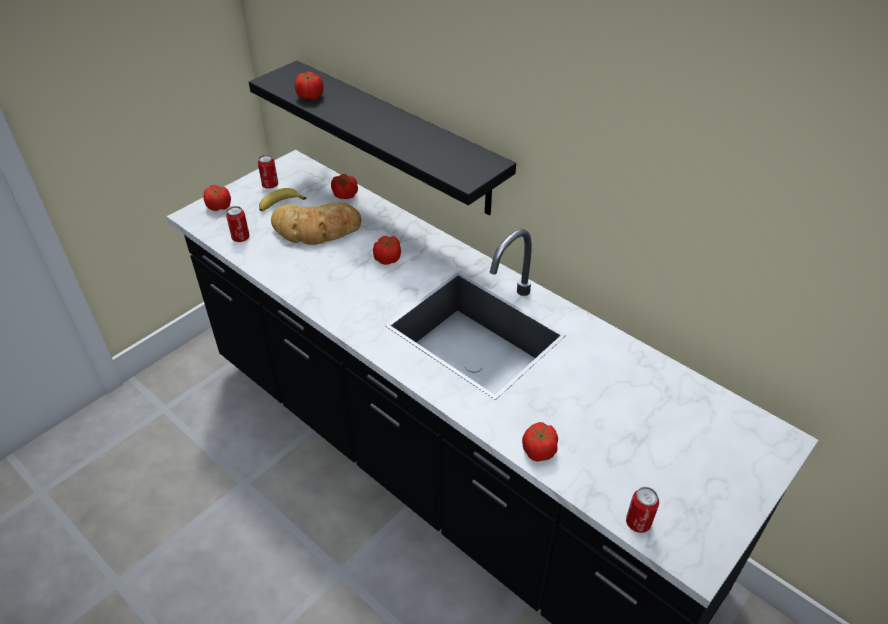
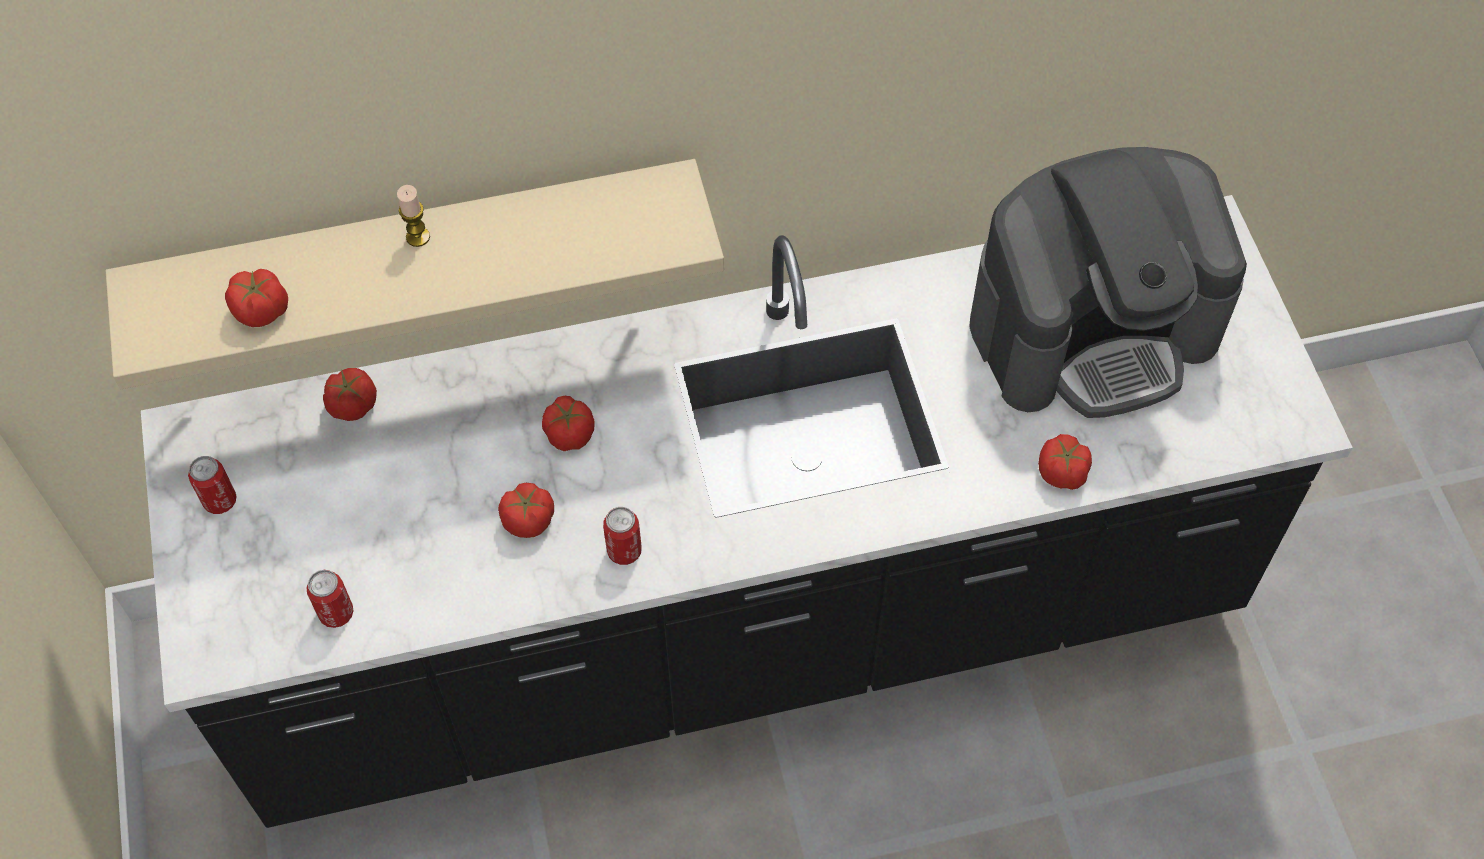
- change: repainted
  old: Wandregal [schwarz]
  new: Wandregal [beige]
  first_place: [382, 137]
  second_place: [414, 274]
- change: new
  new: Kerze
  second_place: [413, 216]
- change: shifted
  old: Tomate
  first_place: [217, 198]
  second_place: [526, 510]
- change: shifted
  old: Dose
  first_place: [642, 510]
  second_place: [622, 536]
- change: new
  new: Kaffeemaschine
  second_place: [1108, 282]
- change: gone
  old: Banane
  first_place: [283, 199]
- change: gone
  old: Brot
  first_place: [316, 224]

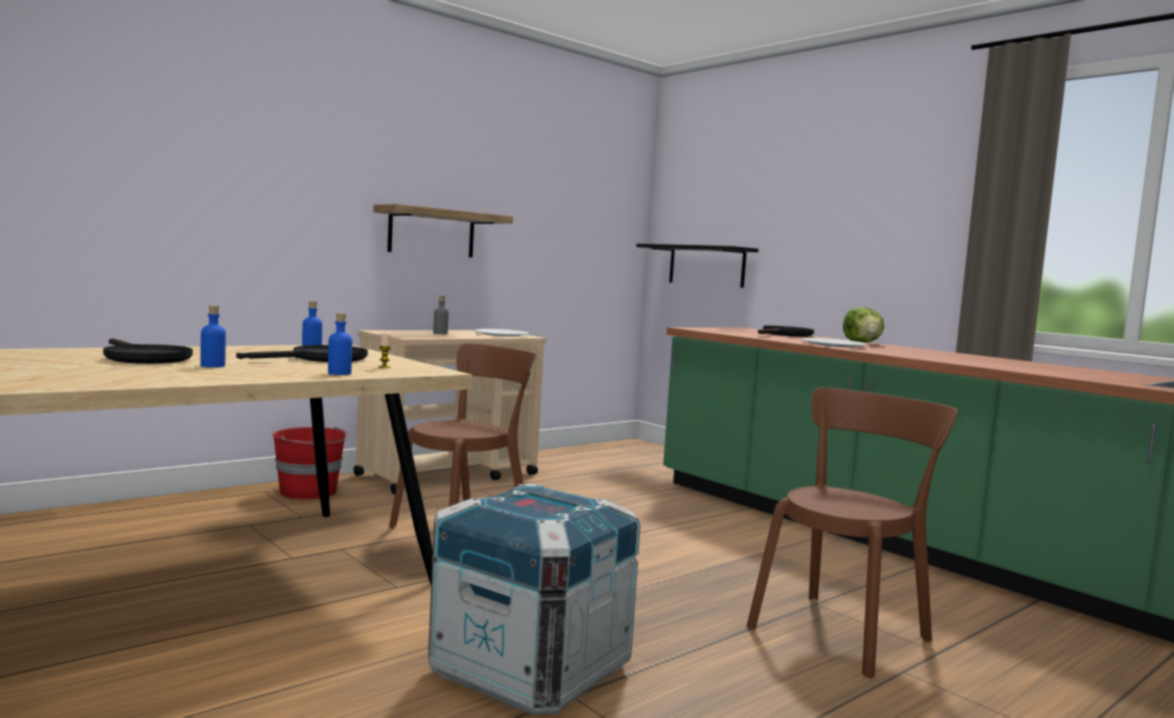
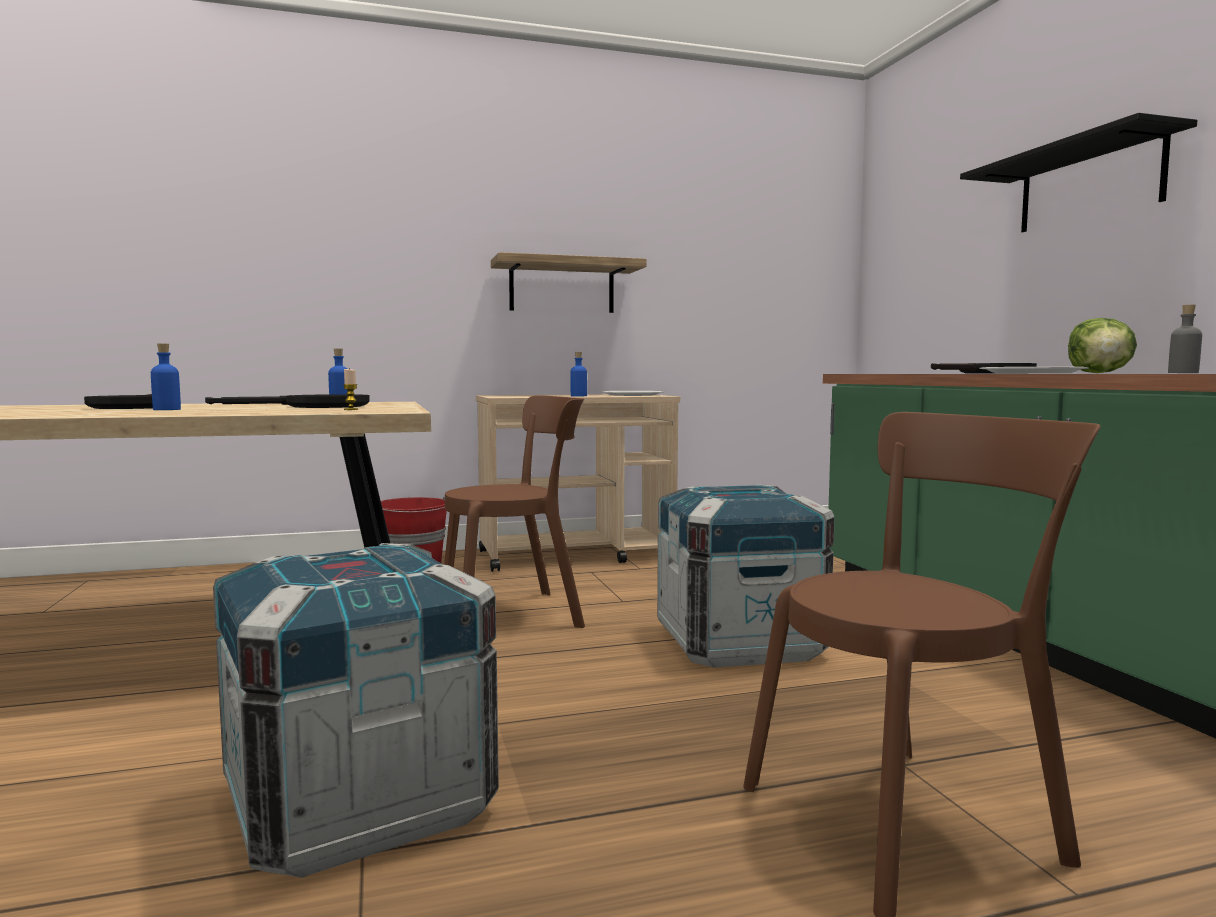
- change: shifted
  old: Flasche [blau]
  first_place: [340, 344]
  second_place: [578, 374]
- change: new
  new: Kiste
  second_place: [746, 575]
- change: shifted
  old: Wandregal [schwarz]
  first_place: [697, 266]
  second_place: [1078, 172]
- change: shifted
  old: Flasche [grau]
  first_place: [441, 315]
  second_place: [1185, 339]

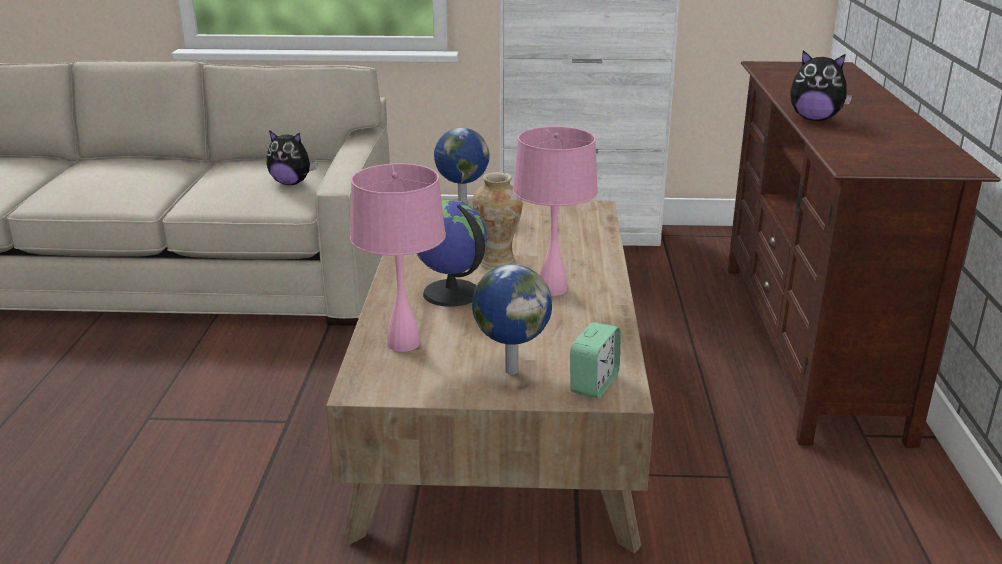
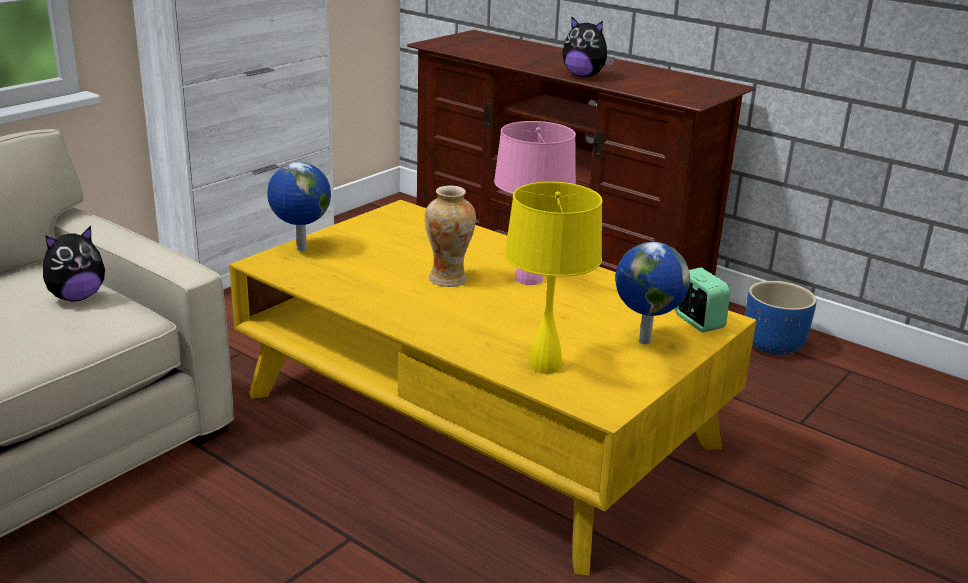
- change: repainted
  old: Couchtisch [braun]
  new: Couchtisch [gelb]
  first_place: [490, 376]
  second_place: [493, 387]
- change: repainted
  old: Tischlampe [rosa]
  new: Tischlampe [gelb]
  first_place: [398, 257]
  second_place: [553, 278]
- change: rotated
  old: Plüschtier
  first_place: [821, 85]
  second_place: [588, 46]
  degrees: 60
- change: new
  new: Pflanzkübel [blau]
  second_place: [780, 318]
- change: gone
  old: Globus
  first_place: [452, 253]

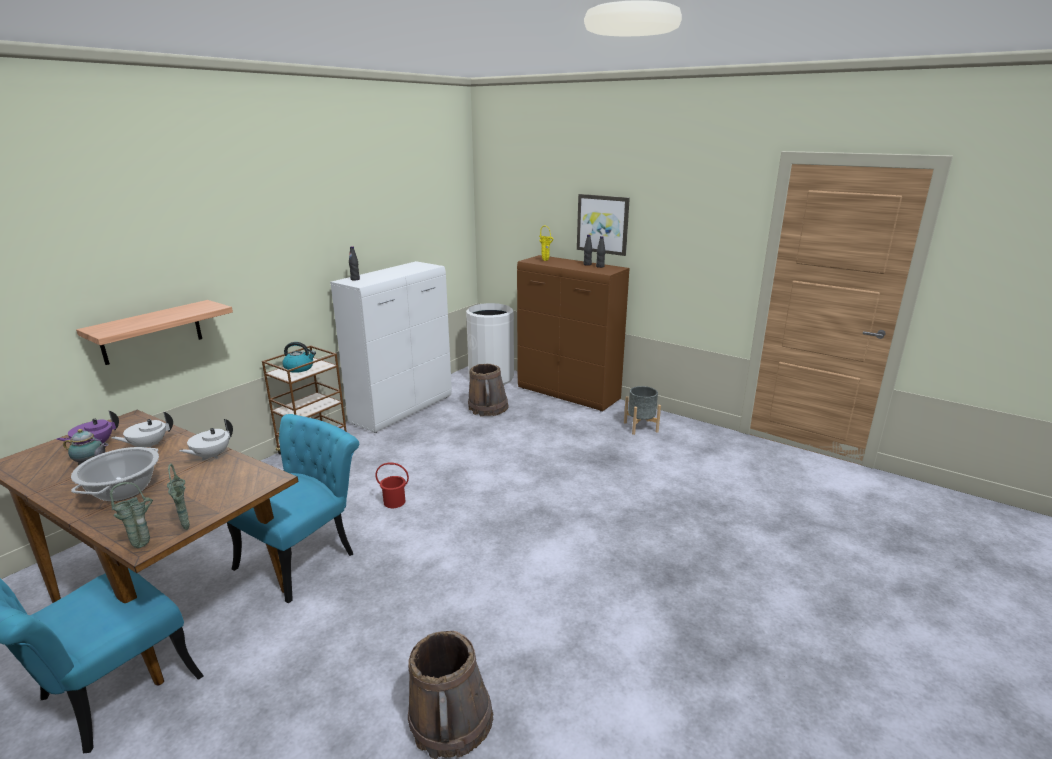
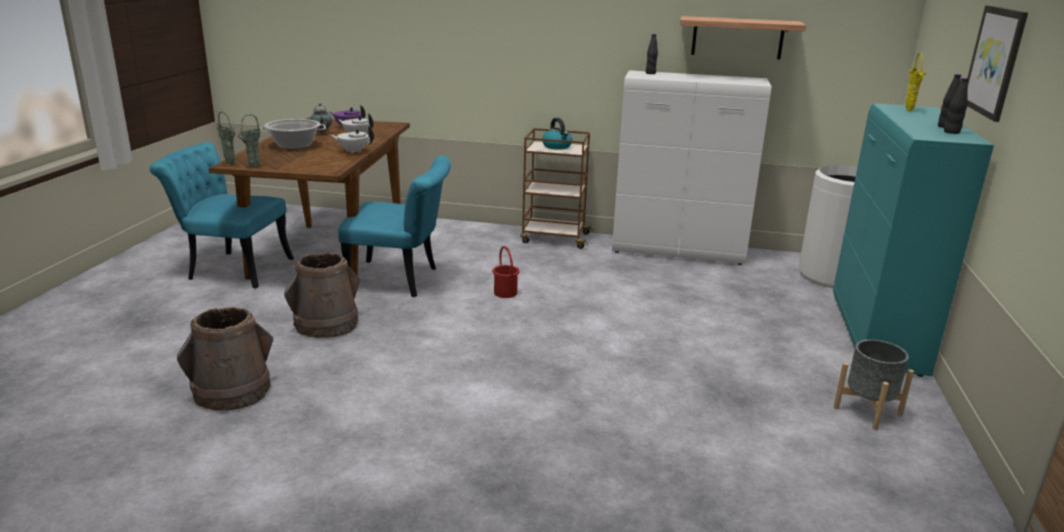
- change: shifted
  old: Eimer [braun]
  first_place: [488, 390]
  second_place: [322, 295]
- change: shifted
  old: Wandregal
  first_place: [154, 332]
  second_place: [743, 37]
- change: repainted
  old: Schrank [braun]
  new: Schrank [türkis]
  first_place: [573, 333]
  second_place: [913, 240]

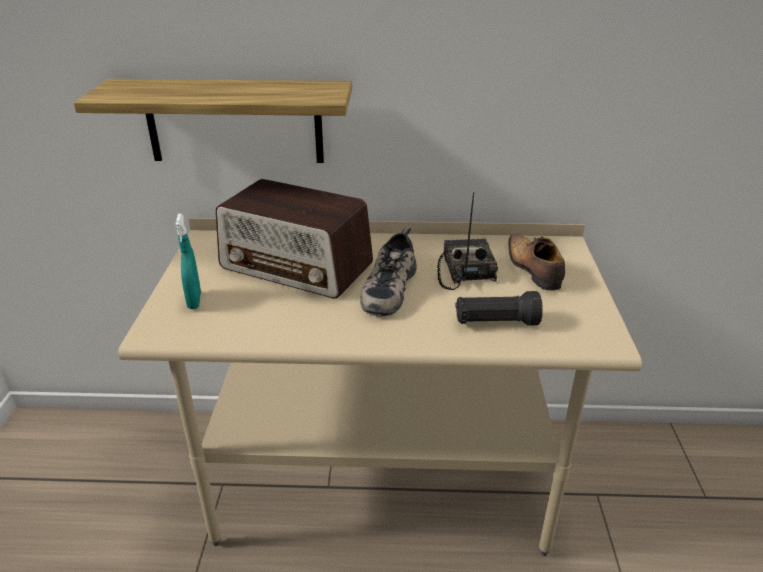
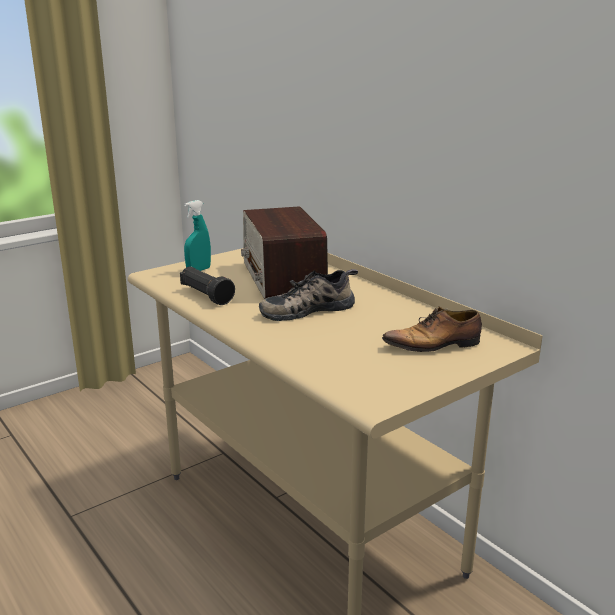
- change: shifted
  old: Taschenlampe [schwarz]
  first_place: [499, 308]
  second_place: [207, 286]
- change: rotated
  old: Schuh
  first_place: [536, 262]
  second_place: [432, 329]
  degrees: -135
- change: gone
  old: Wandregal
  first_place: [213, 121]
- change: gone
  old: Radio
  first_place: [467, 241]

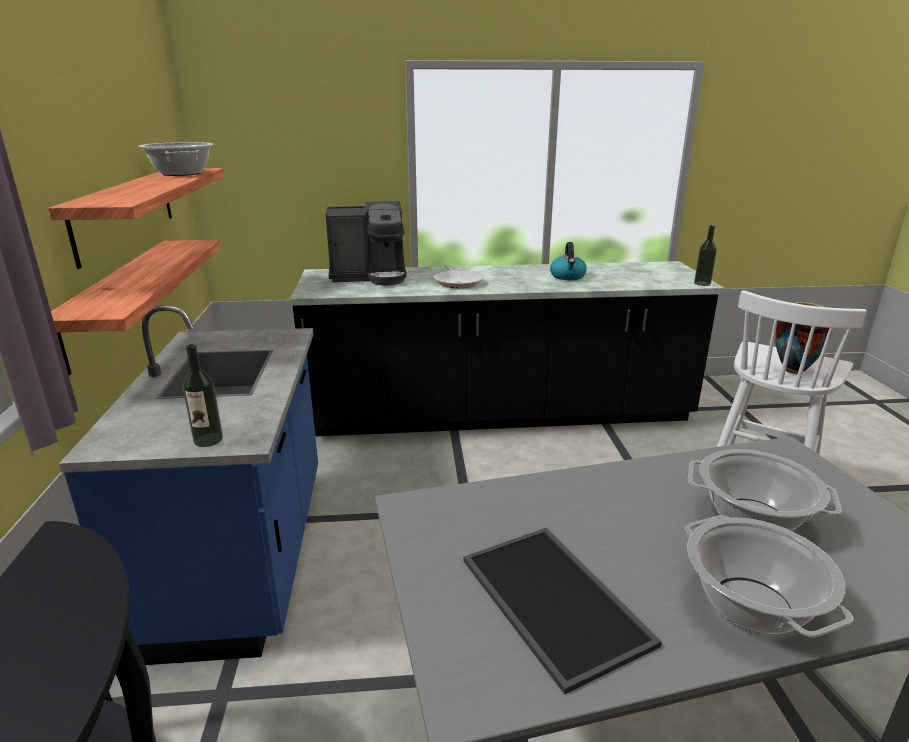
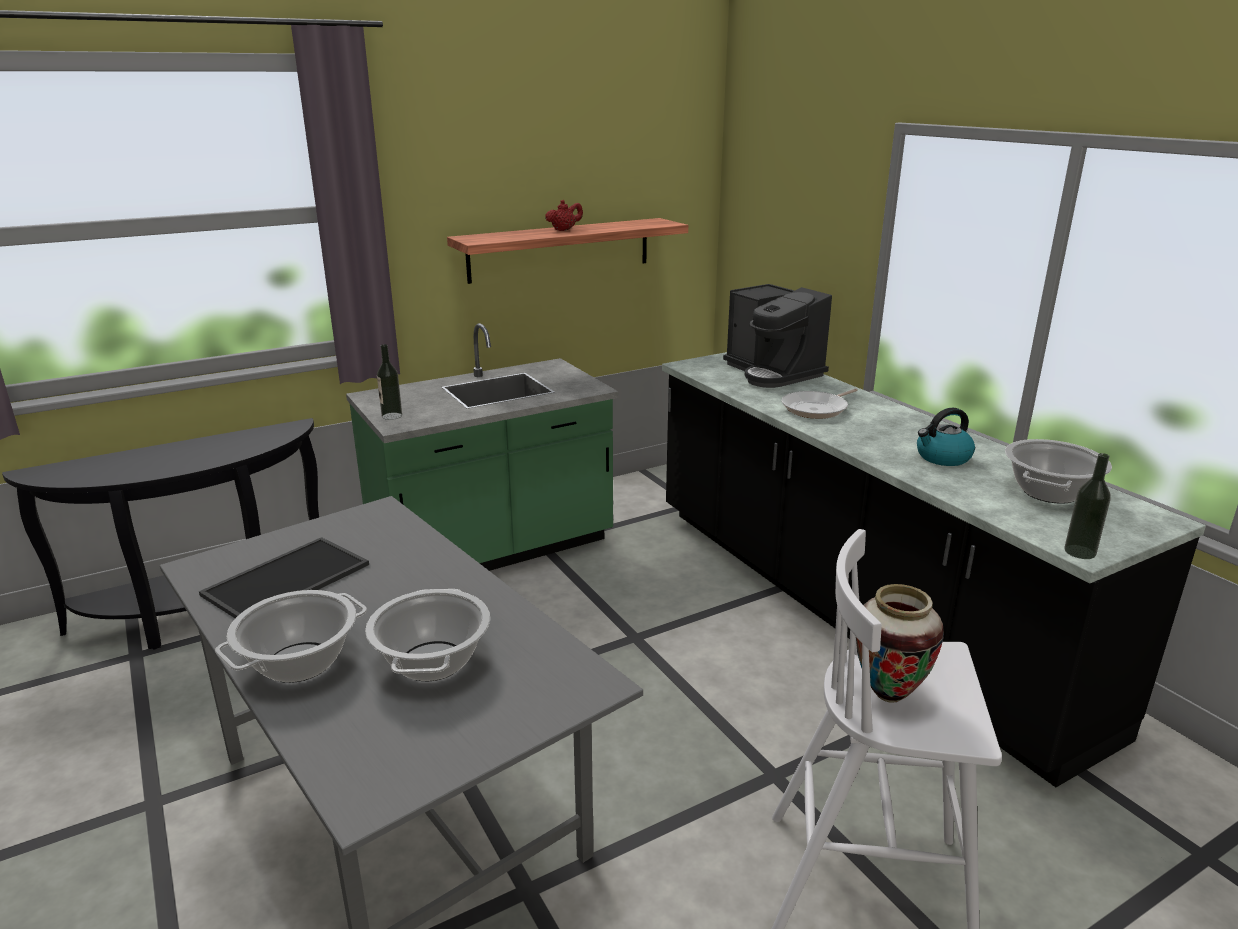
- change: repainted
  old: Küchenzeile [blau]
  new: Küchenzeile [grün]
  first_place: [188, 485]
  second_place: [482, 447]
- change: new
  new: Teekanne [rot]
  second_place: [564, 215]
- change: shifted
  old: Kochtopf
  first_place: [176, 159]
  second_place: [1058, 471]
- change: gone
  old: Wandregal
  first_place: [136, 308]

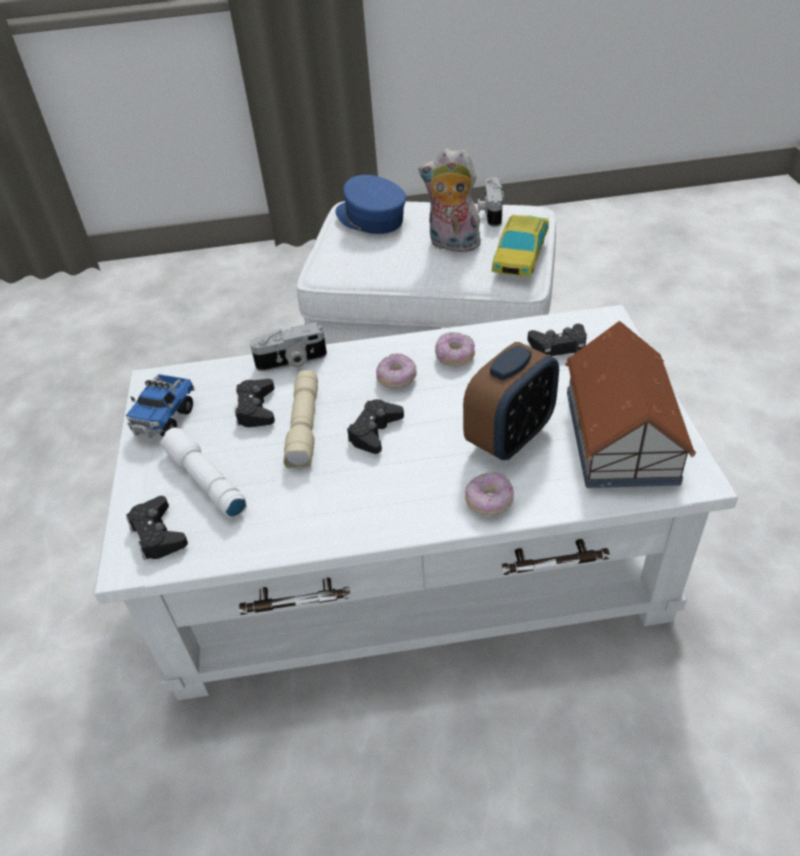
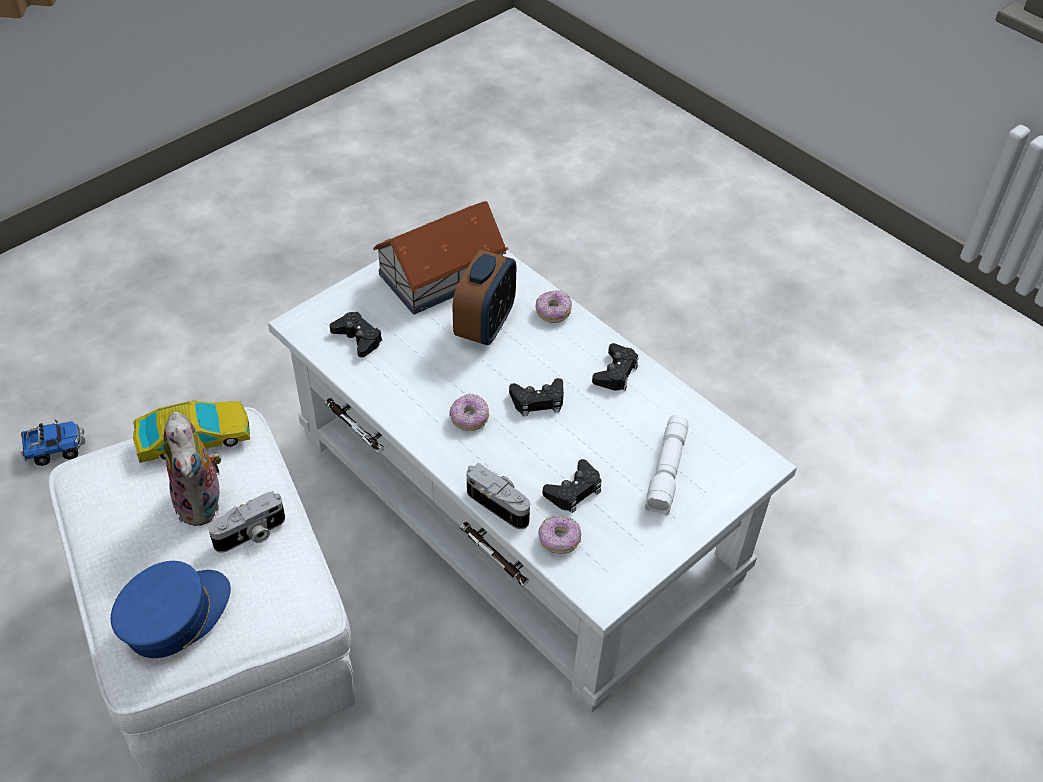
- change: shifted
  old: Spielzeuglaster
  first_place: [160, 406]
  second_place: [52, 443]
- change: rotated
  old: Kappe [blau]
  first_place: [370, 204]
  second_place: [171, 609]
  degrees: -150
- change: shifted
  old: Kamera
  first_place: [490, 202]
  second_place: [246, 522]
- change: rotated
  old: Wecker
  first_place: [511, 401]
  second_place: [484, 297]
  degrees: 105
- change: shifted
  old: Donut
  first_place: [455, 349]
  second_place: [559, 535]
- change: shifted
  old: Gamepad [schwarz]
  first_place: [157, 528]
  second_place: [615, 367]
- change: gone
  old: Taschenlampe [beige]
  first_place: [300, 419]

